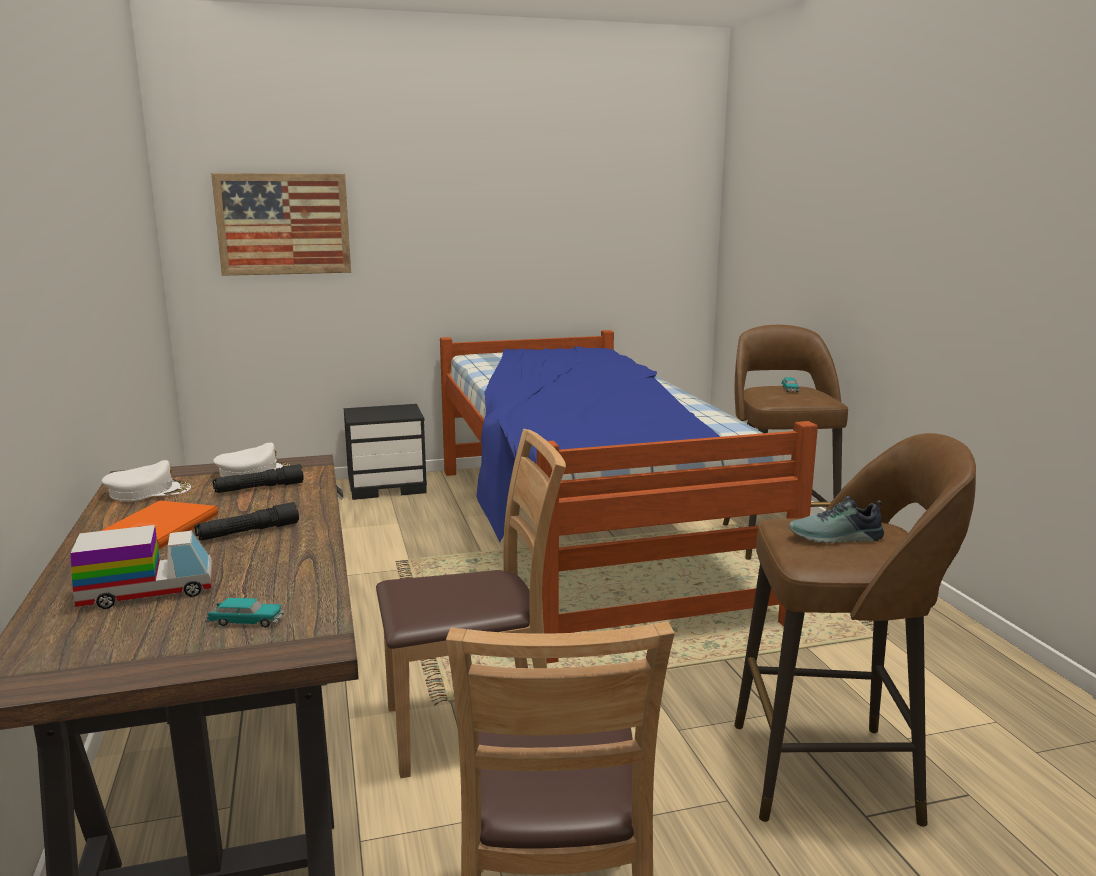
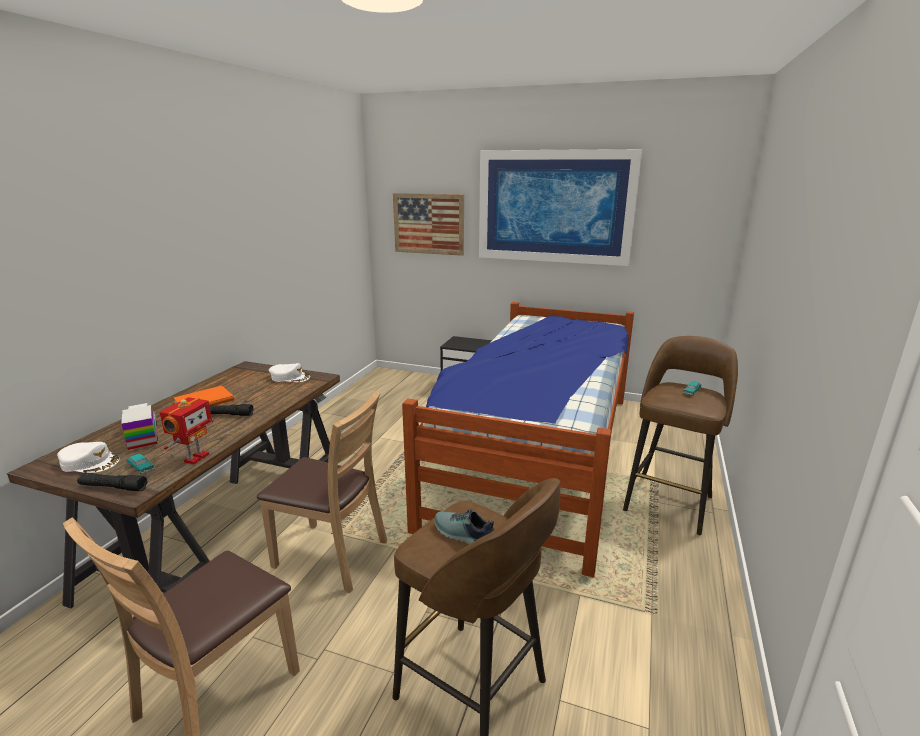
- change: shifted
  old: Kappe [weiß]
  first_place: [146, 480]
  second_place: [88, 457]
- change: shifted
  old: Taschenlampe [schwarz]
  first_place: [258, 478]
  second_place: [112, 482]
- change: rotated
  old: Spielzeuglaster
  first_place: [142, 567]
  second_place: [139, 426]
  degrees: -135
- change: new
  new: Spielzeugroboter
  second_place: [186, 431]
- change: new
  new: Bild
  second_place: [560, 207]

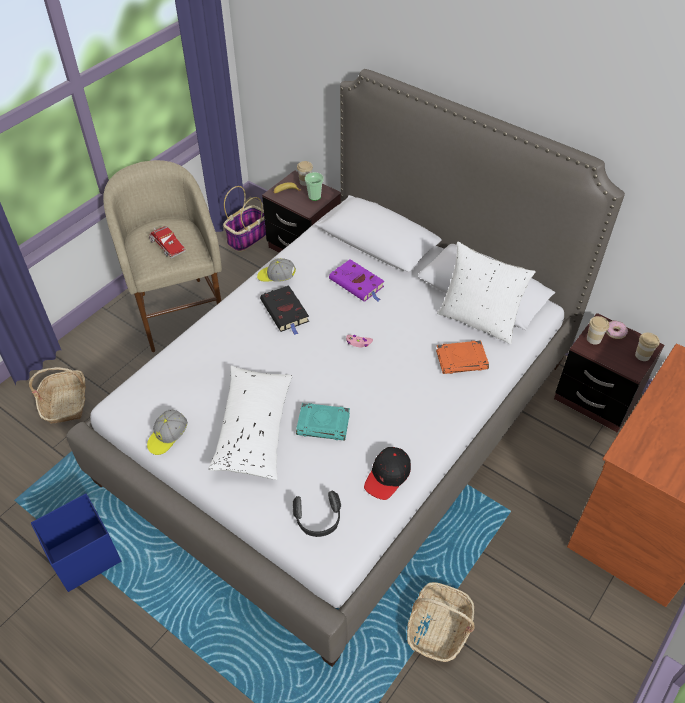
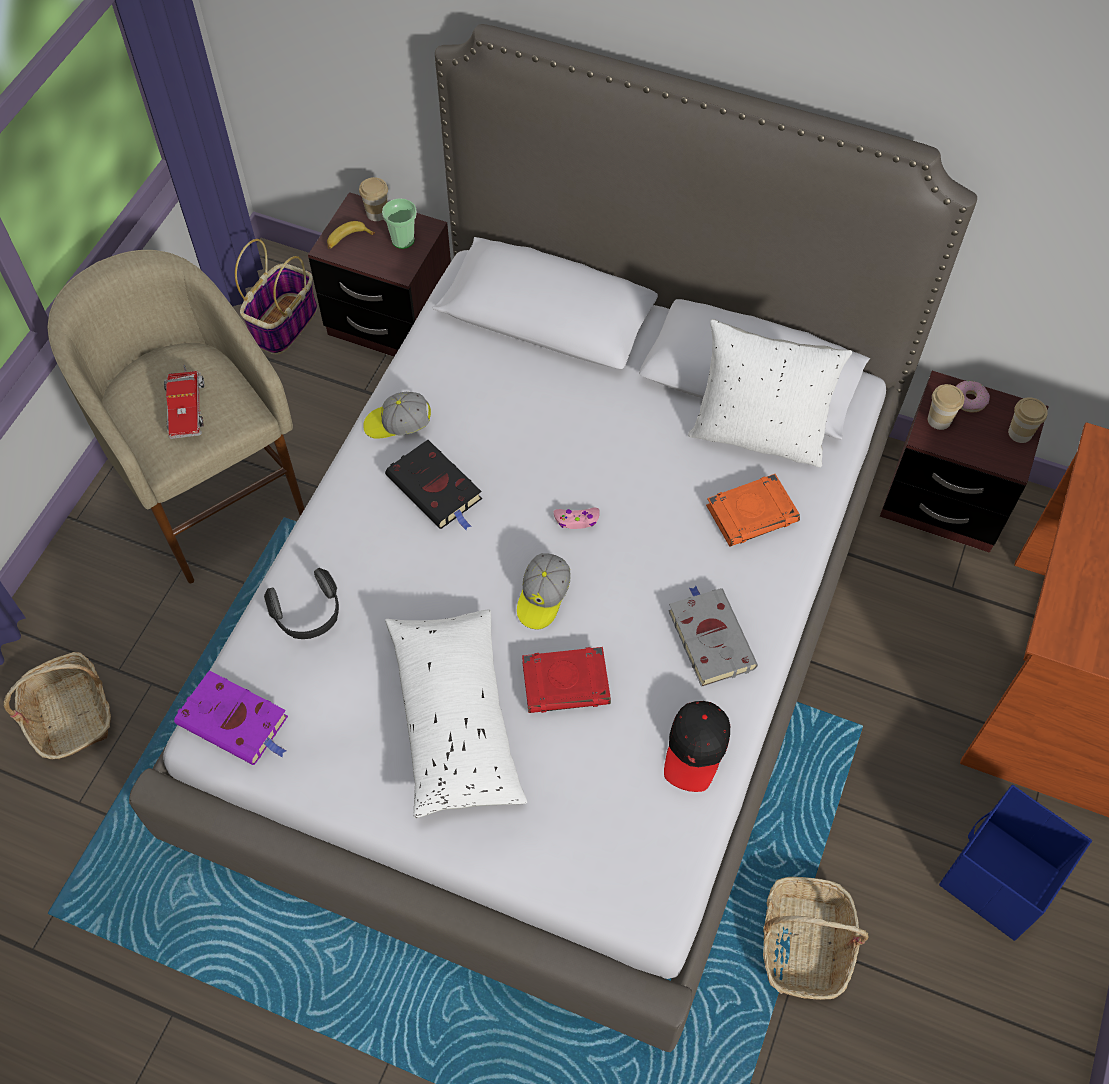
- change: rotated
  old: Spielzeuglaster
  first_place: [167, 242]
  second_place: [184, 401]
  degrees: 45
- change: shifted
  old: Buch [lila]
  first_place: [356, 280]
  second_place: [231, 717]
- change: shifted
  old: Kopfhörer
  first_place: [317, 513]
  second_place: [301, 603]
- change: shifted
  old: Kappe
  first_place: [167, 432]
  second_place: [544, 591]
- change: repainted
  old: Buch [türkis]
  new: Buch [rot]
  first_place: [323, 422]
  second_place: [566, 680]
- change: new
  new: Buch [grau]
  second_place: [713, 636]
- change: shifted
  old: Aufbewahrungsbox [blau]
  first_place: [76, 542]
  second_place: [1015, 863]

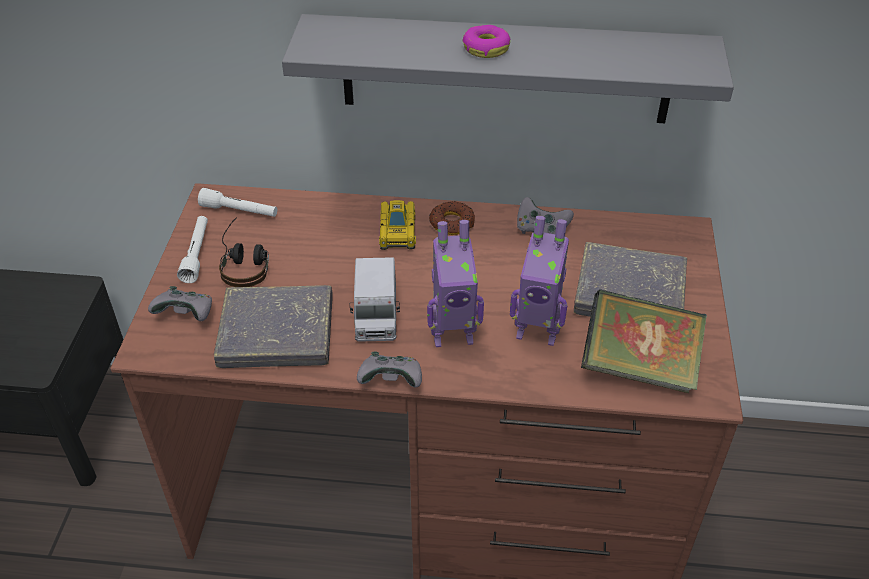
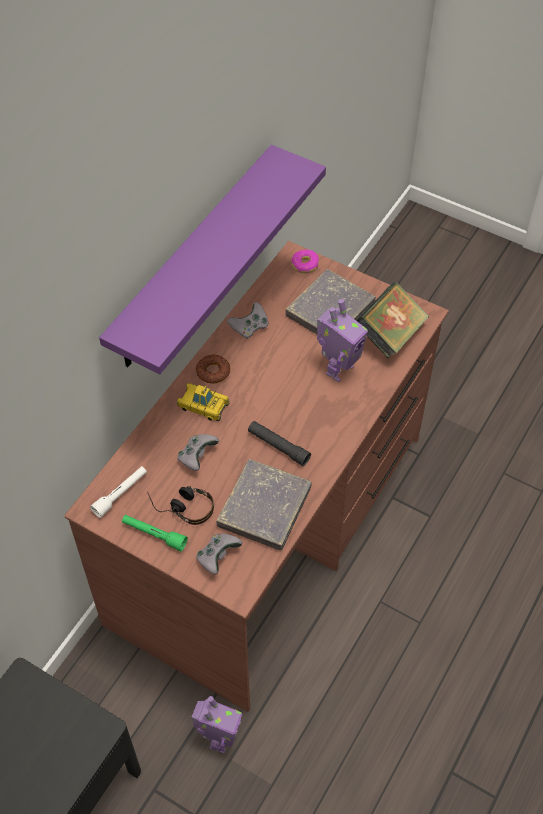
- change: repainted
  old: Wandregal [grau]
  new: Wandregal [lila]
  first_place: [508, 68]
  second_place: [212, 259]
- change: repainted
  old: Taschenlampe [weiß]
  new: Taschenlampe [grün]
  first_place: [192, 249]
  second_place: [155, 533]
- change: shifted
  old: Gamepad [grau]
  first_place: [389, 370]
  second_place: [198, 452]
- change: shifted
  old: Spielzeugroboter
  first_place: [455, 283]
  second_place: [217, 724]
- change: swapped
  old: Spielzeuglaster
  new: Taschenlampe [schwarz]
  first_place: [375, 299]
  second_place: [279, 443]
- change: shifted
  old: Donut
  first_place: [486, 41]
  second_place: [305, 261]

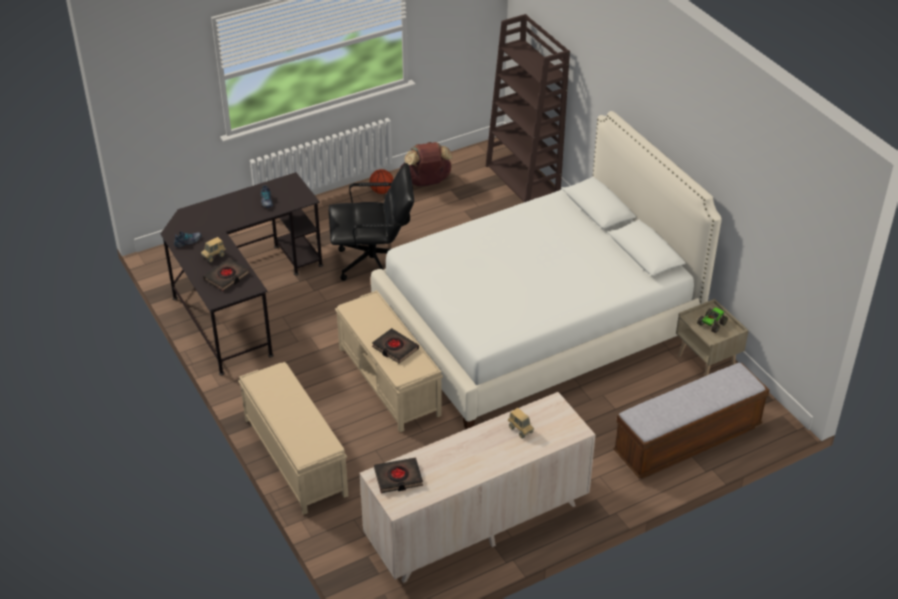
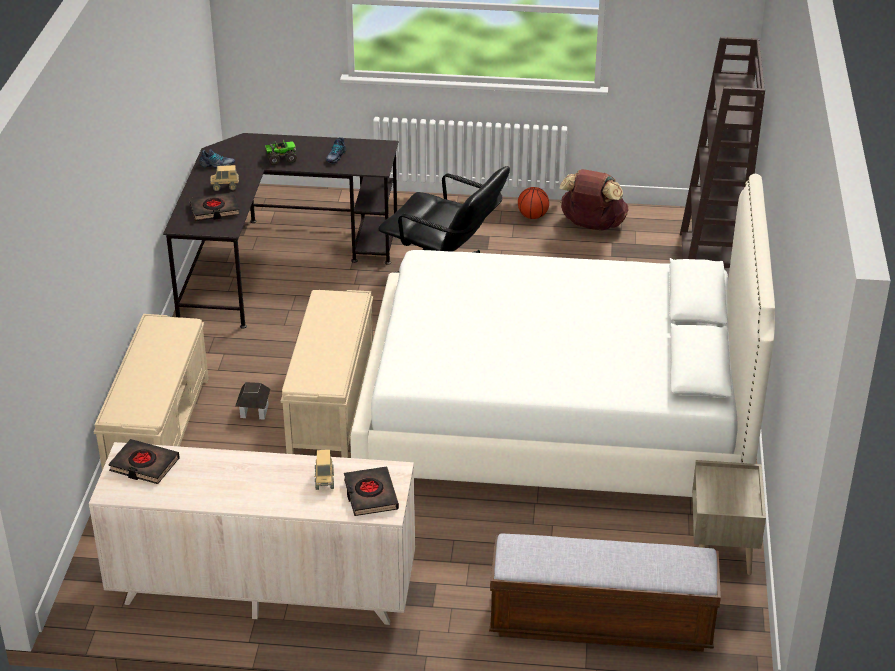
- change: new
  new: Spielzeughaus
  second_place: [252, 401]
- change: shifted
  old: Spielzeuglaster
  first_place: [712, 320]
  second_place: [281, 152]
- change: shifted
  old: Buch [schwarz]
  first_place: [395, 345]
  second_place: [371, 491]

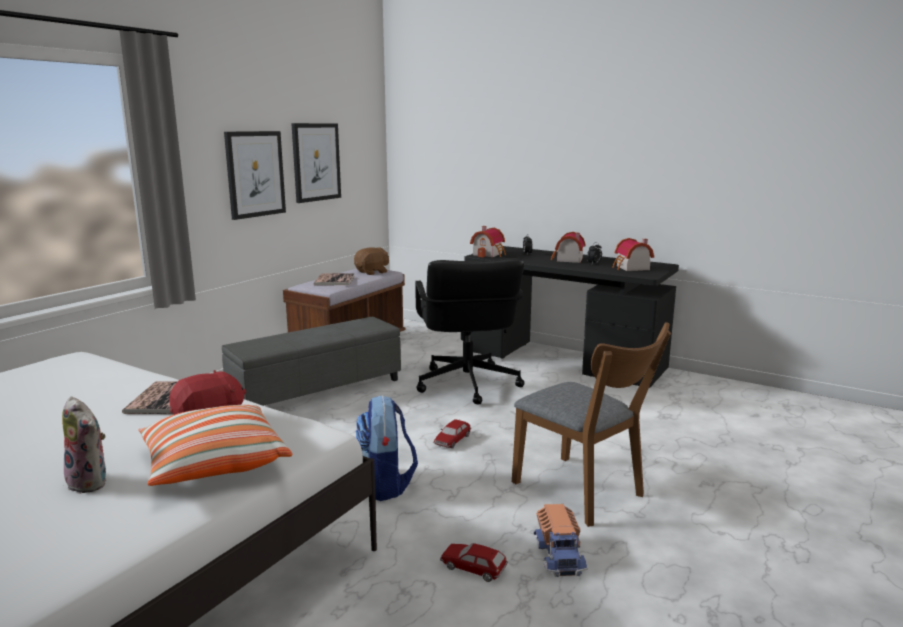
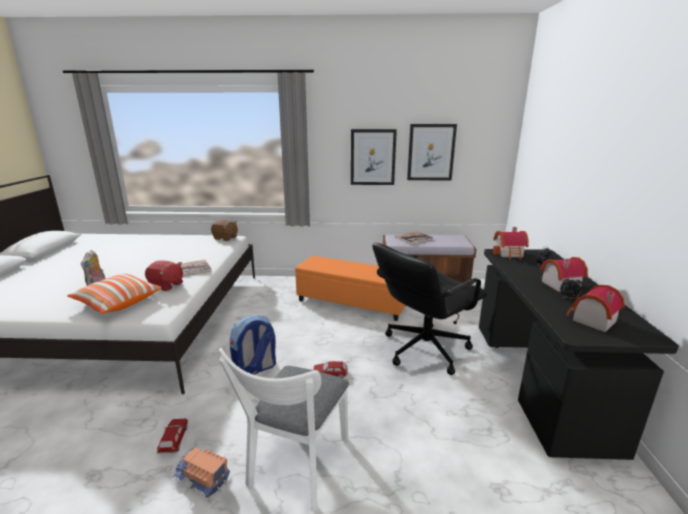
- change: rotated
  old: Spielzeuglaster
  first_place: [561, 540]
  second_place: [201, 472]
  degrees: 60
- change: shifted
  old: Plüschtier [braun]
  first_place: [371, 261]
  second_place: [224, 230]
- change: repainted
  old: Stuhl [braun]
  new: Stuhl [weiß]
  first_place: [591, 424]
  second_place: [284, 429]
- change: repainted
  old: Polsterhocker [grau]
  new: Polsterhocker [orange]
  first_place: [311, 361]
  second_place: [350, 288]

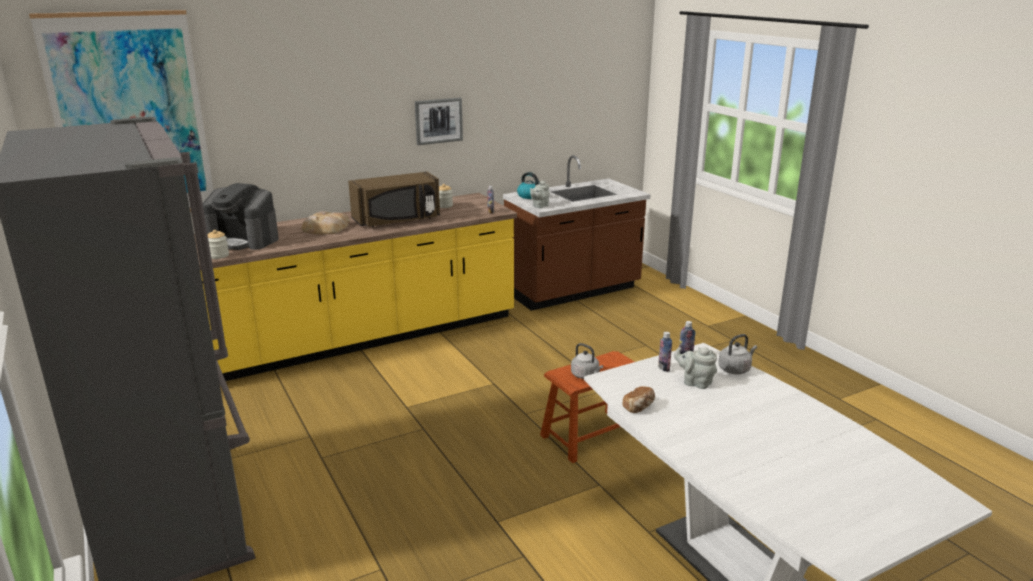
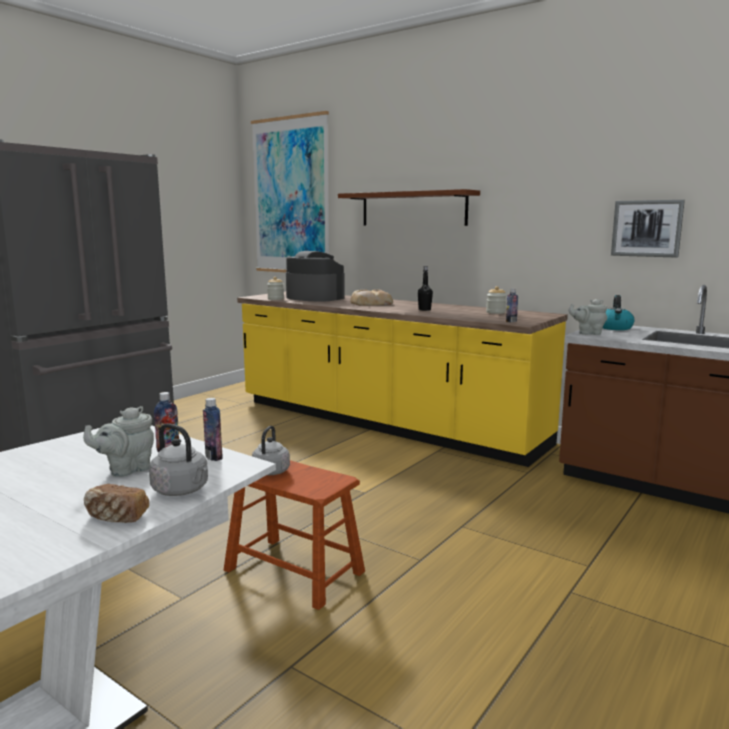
- change: rotated
  old: Teekanne [grau]
  first_place: [695, 368]
  second_place: [118, 441]
  degrees: -135
- change: shifted
  old: Brot
  first_place: [638, 399]
  second_place: [116, 503]
- change: rotated
  old: Kaffeemaschine
  first_place: [240, 216]
  second_place: [315, 276]
  degrees: 135
- change: new
  new: Wandregal [braun]
  second_place: [409, 207]
- change: swapped
  old: Mikrowelle [braun]
  new: Flasche [schwarz]
  first_place: [394, 199]
  second_place: [425, 288]
- change: shifted
  old: Bild
  first_place: [439, 121]
  second_place: [648, 229]

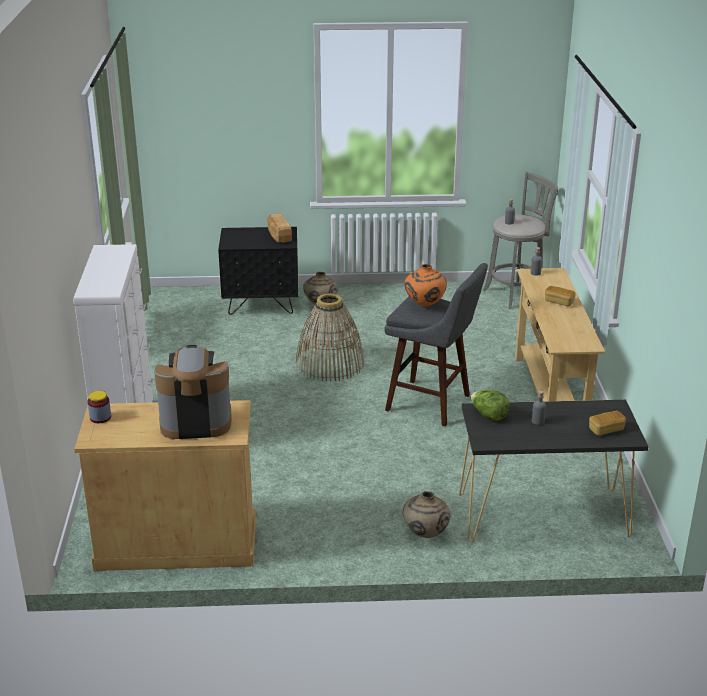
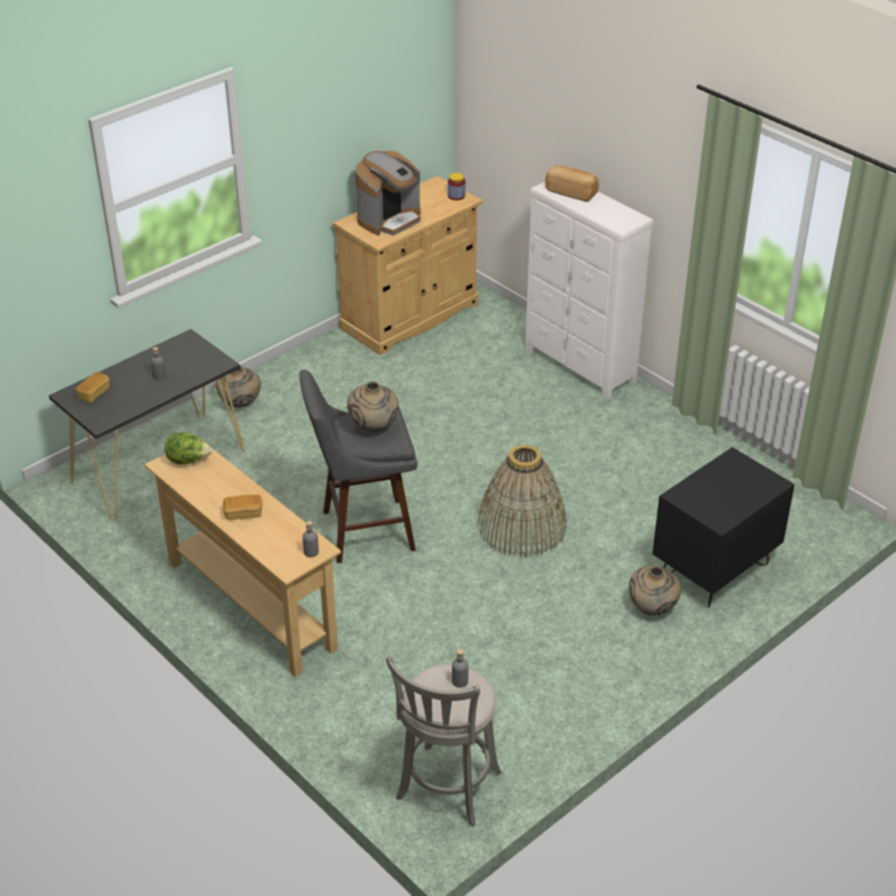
- change: shifted
  old: Salatkopf
  first_place: [489, 405]
  second_place: [189, 448]
- change: repainted
  old: Vase [orange]
  new: Vase [beige]
  first_place: [426, 285]
  second_place: [373, 406]
- change: shifted
  old: Brot
  first_place: [280, 228]
  second_place: [572, 183]

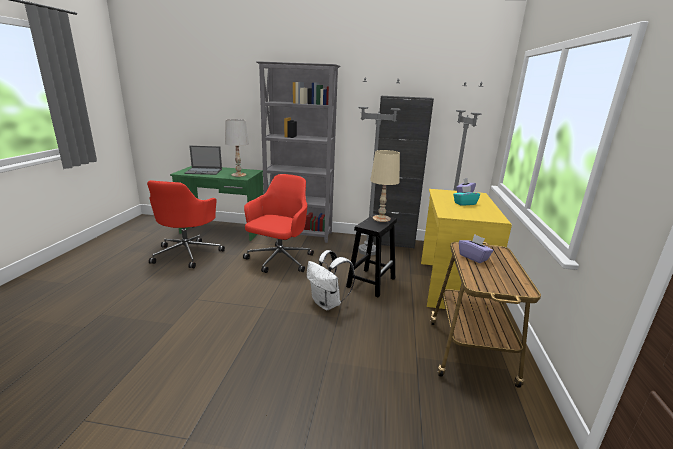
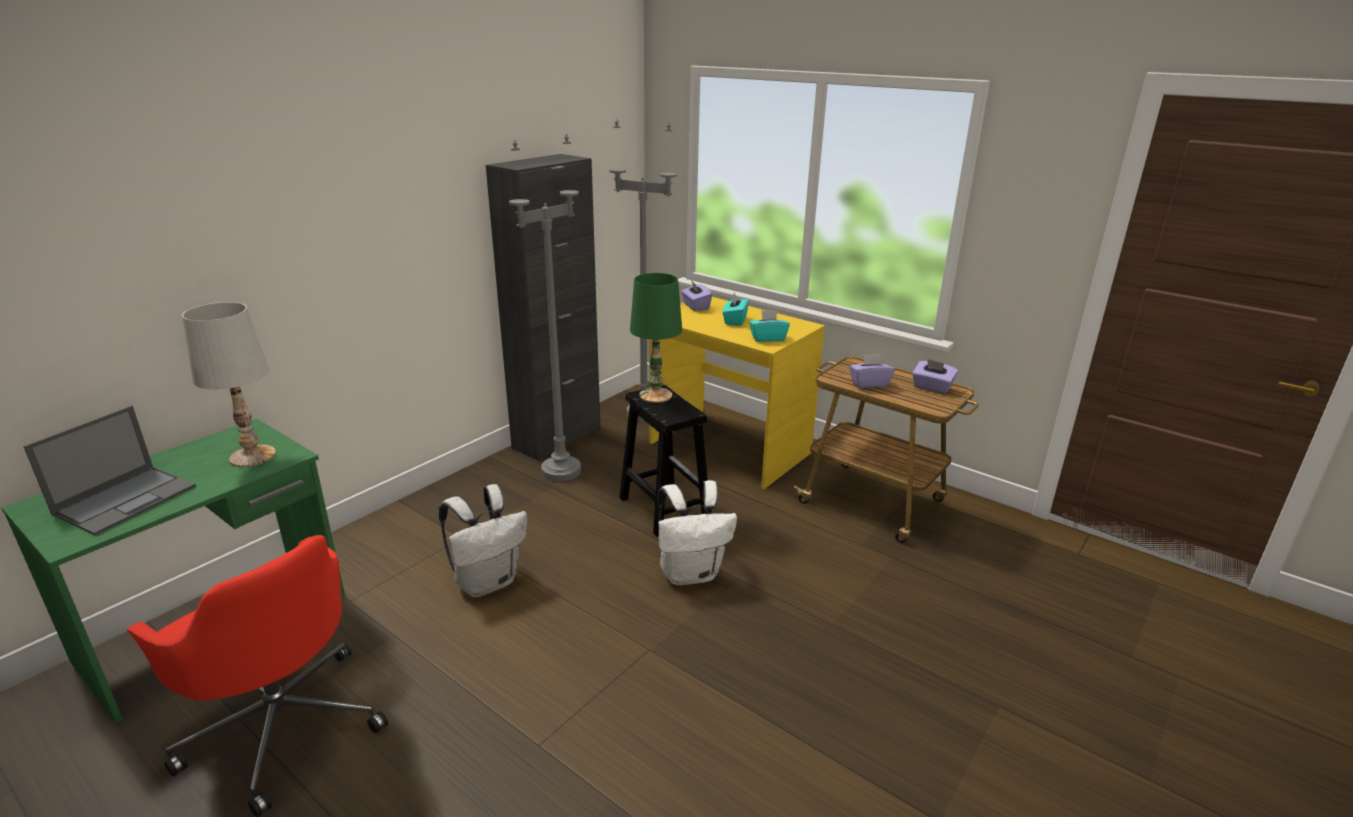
- change: swapped
  old: Bürostuhl [rot]
  new: Rucksack [weiß]
  first_place: [278, 223]
  second_place: [483, 540]
- change: repainted
  old: Tischlampe [beige]
  new: Tischlampe [grün]
  first_place: [385, 186]
  second_place: [656, 338]
- change: new
  new: Taschentuchbox [türkis]
  second_place: [769, 326]
- change: new
  new: Taschentuchbox [lila]
  second_place: [935, 376]
- change: gone
  old: Bücherregal [grau]
  first_place: [298, 152]

